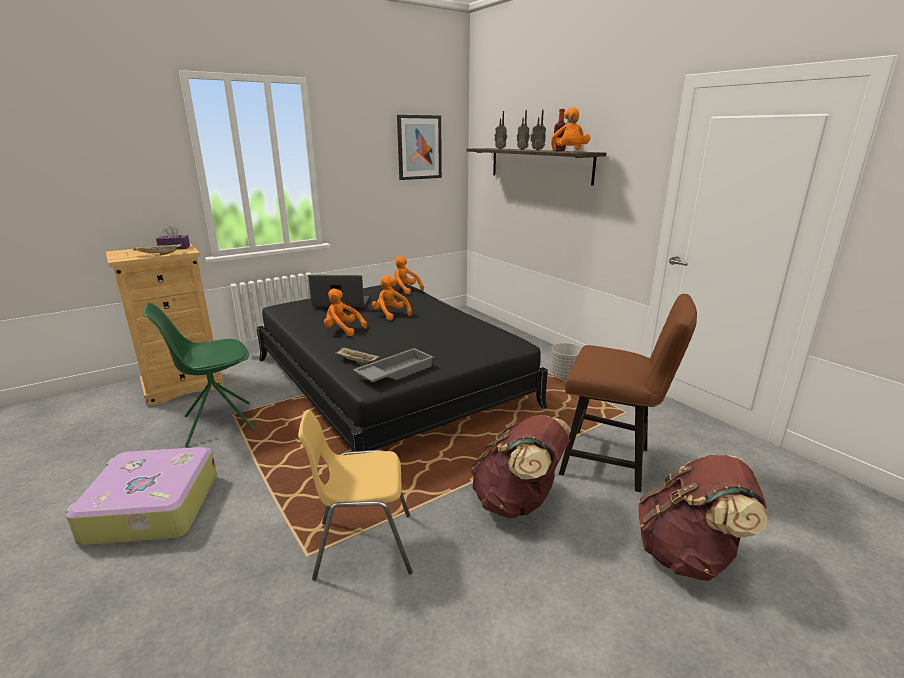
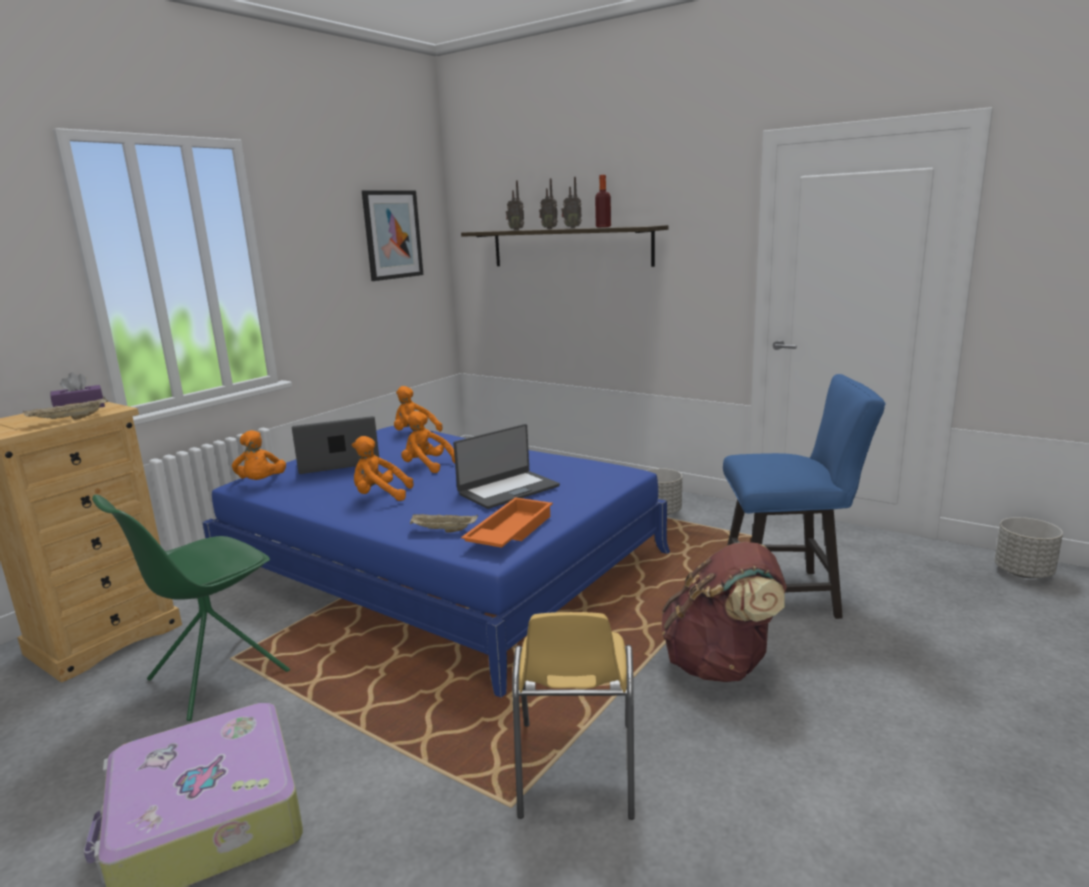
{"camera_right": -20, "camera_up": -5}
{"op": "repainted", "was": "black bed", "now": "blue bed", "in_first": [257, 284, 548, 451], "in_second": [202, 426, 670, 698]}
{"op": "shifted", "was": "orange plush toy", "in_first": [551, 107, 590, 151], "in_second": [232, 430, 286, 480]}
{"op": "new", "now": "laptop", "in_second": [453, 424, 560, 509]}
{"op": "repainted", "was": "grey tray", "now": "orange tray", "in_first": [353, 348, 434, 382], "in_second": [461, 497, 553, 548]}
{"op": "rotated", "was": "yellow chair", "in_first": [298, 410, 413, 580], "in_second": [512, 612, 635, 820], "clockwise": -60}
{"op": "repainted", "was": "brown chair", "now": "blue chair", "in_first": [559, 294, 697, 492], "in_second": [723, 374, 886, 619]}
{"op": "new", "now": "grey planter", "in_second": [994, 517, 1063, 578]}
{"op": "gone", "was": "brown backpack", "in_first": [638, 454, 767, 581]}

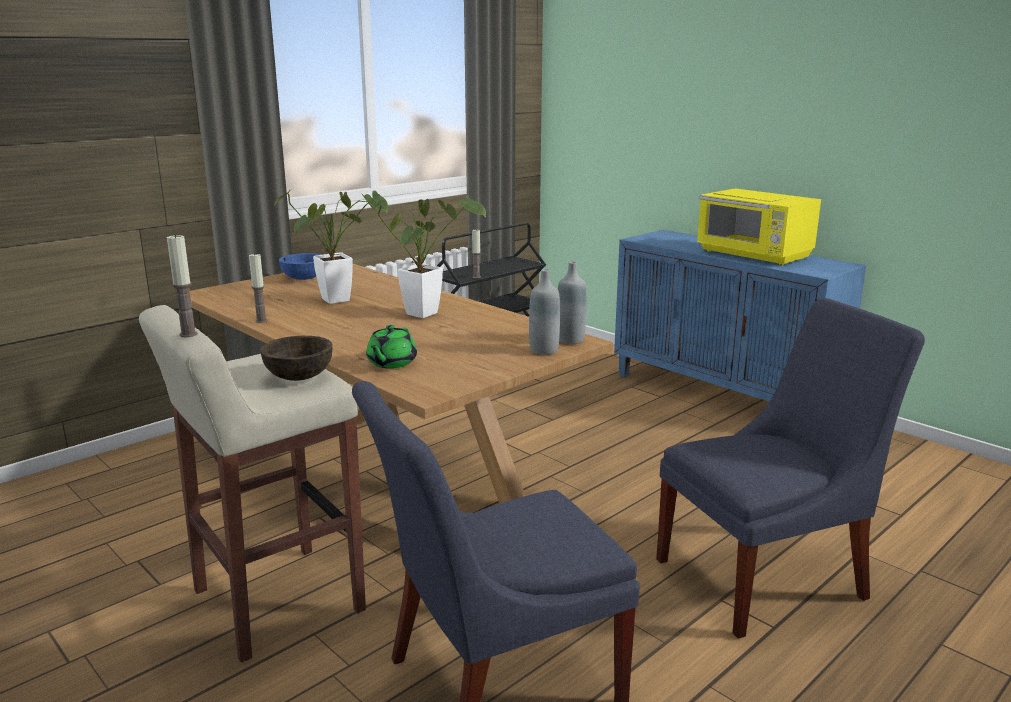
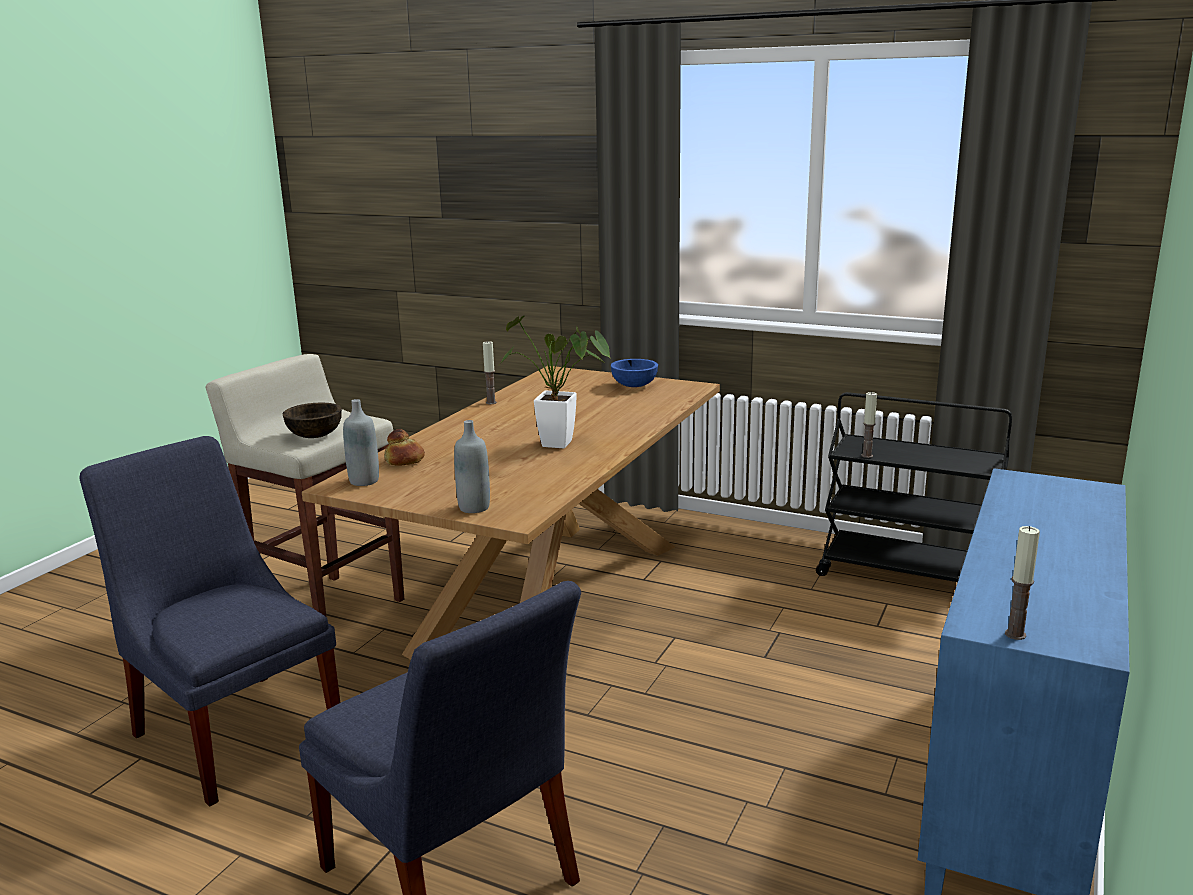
{"camera_right": 70, "camera_up": 0}
{"op": "shifted", "was": "grey bottle", "in_first": [558, 262, 587, 344], "in_second": [343, 399, 379, 486]}
{"op": "swapped", "was": "green teapot", "now": "bread", "in_first": [366, 325, 417, 369], "in_second": [384, 429, 425, 466]}
{"op": "shifted", "was": "candle", "in_first": [167, 234, 198, 337], "in_second": [1005, 526, 1040, 640]}
{"op": "gone", "was": "potted plant", "in_first": [274, 191, 388, 304]}
{"op": "gone", "was": "yellow microwave", "in_first": [697, 188, 821, 265]}

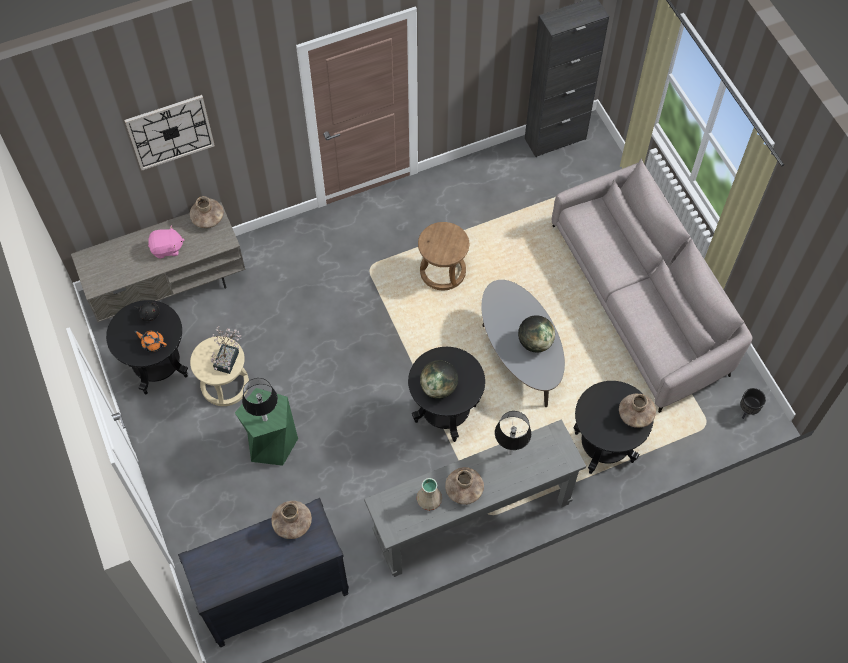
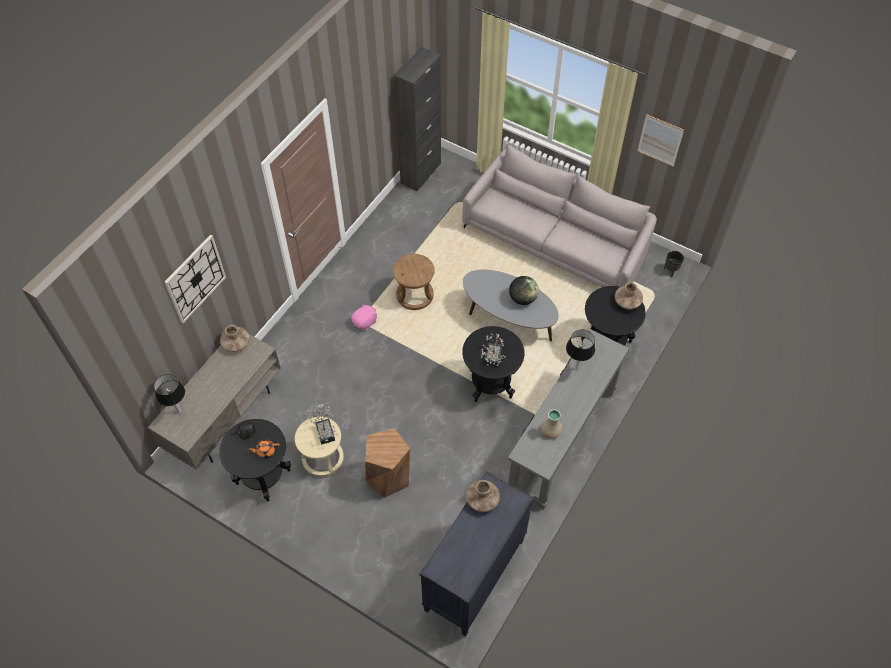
{"camera_right": -35, "camera_up": -5}
{"op": "shifted", "was": "table lamp", "in_first": [242, 378, 278, 422], "in_second": [154, 374, 185, 414]}
{"op": "shifted", "was": "pink plush toy", "in_first": [148, 225, 184, 259], "in_second": [351, 303, 377, 331]}
{"op": "repainted", "was": "green stool", "now": "brown stool", "in_first": [235, 388, 298, 466], "in_second": [365, 428, 410, 498]}
{"op": "swapped", "was": "globe", "now": "potted plant", "in_first": [420, 360, 458, 399], "in_second": [481, 333, 506, 367]}
{"op": "new", "now": "picture", "in_second": [637, 114, 684, 167]}
{"op": "gone", "was": "brown vase", "in_first": [445, 467, 484, 505]}

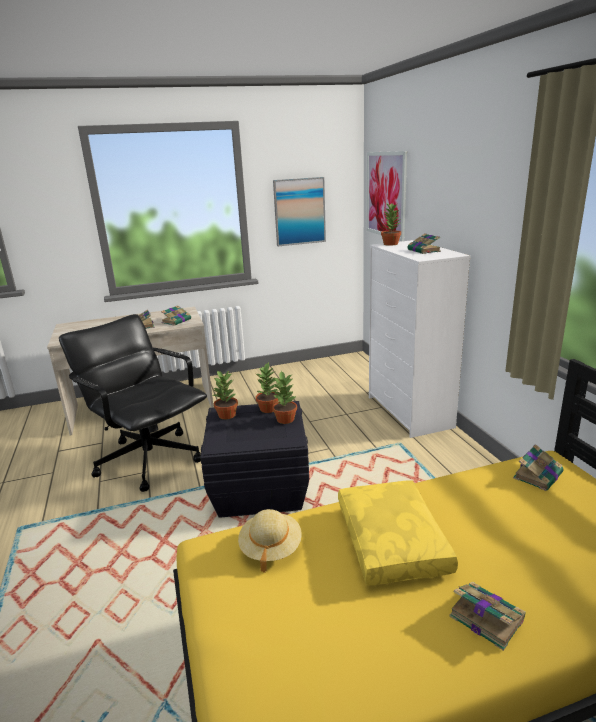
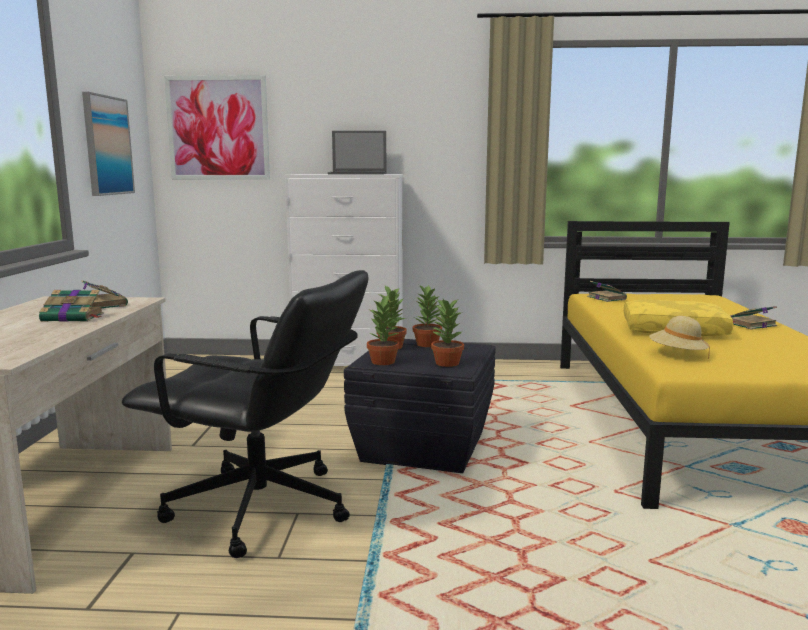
{"camera_right": -70, "camera_up": -10}
{"op": "rotated", "was": "black office chair", "in_first": [59, 314, 207, 492], "in_second": [122, 270, 368, 558], "clockwise": -135}
{"op": "swapped", "was": "book", "now": "laptop", "in_first": [407, 234, 441, 254], "in_second": [328, 131, 387, 174]}
{"op": "shifted", "was": "potted plant", "in_first": [381, 203, 401, 246], "in_second": [431, 299, 464, 367]}

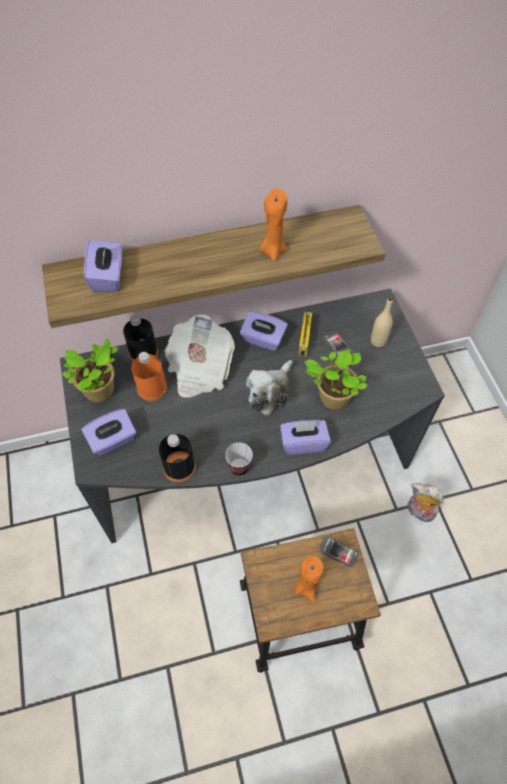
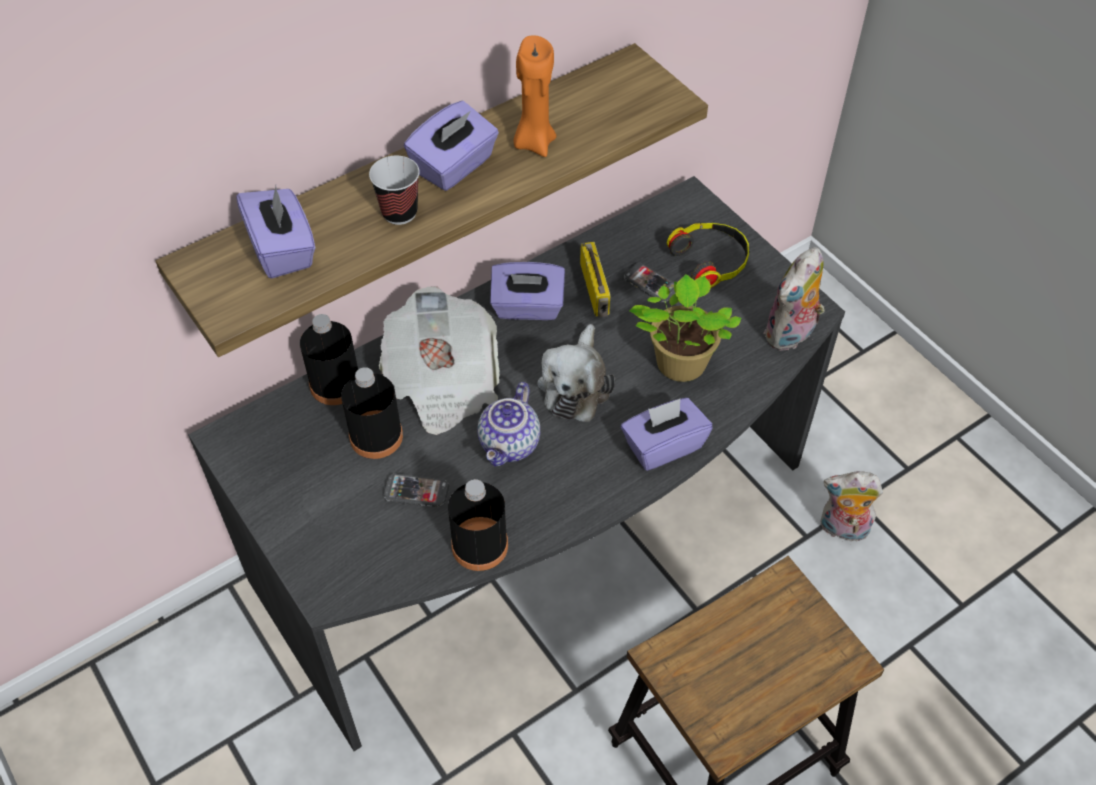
{"camera_right": -20, "camera_up": -5}
{"op": "repainted", "was": "orange bottle", "now": "black bottle", "in_first": [131, 352, 167, 402], "in_second": [341, 367, 403, 459]}
{"op": "shifted", "was": "cup", "in_first": [225, 443, 253, 476], "in_second": [369, 156, 420, 225]}
{"op": "shifted", "was": "phone", "in_first": [319, 536, 359, 568], "in_second": [383, 473, 449, 508]}
{"op": "shifted", "was": "purple tissue box", "in_first": [81, 409, 136, 456], "in_second": [404, 101, 499, 191]}
{"op": "new", "now": "teapot", "in_second": [478, 382, 540, 466]}
{"op": "swapped", "was": "beige bottle", "now": "headphones", "in_first": [371, 297, 393, 347], "in_second": [667, 223, 749, 288]}
{"op": "new", "now": "plush toy", "in_second": [764, 247, 825, 351]}
{"op": "gone", "was": "potted plant", "in_first": [62, 339, 119, 402]}
{"op": "gone", "was": "orange candle", "in_first": [294, 556, 324, 602]}

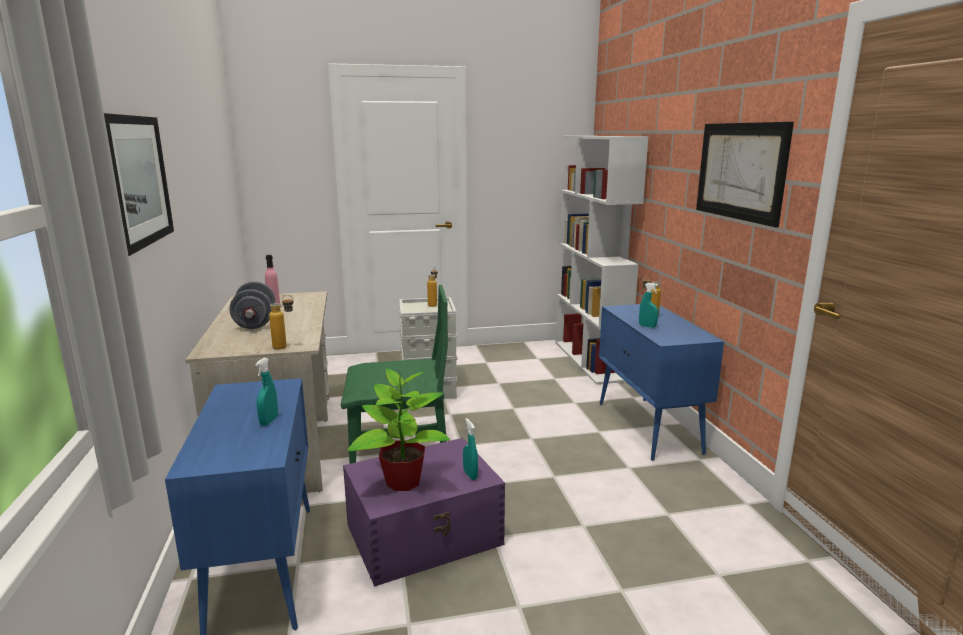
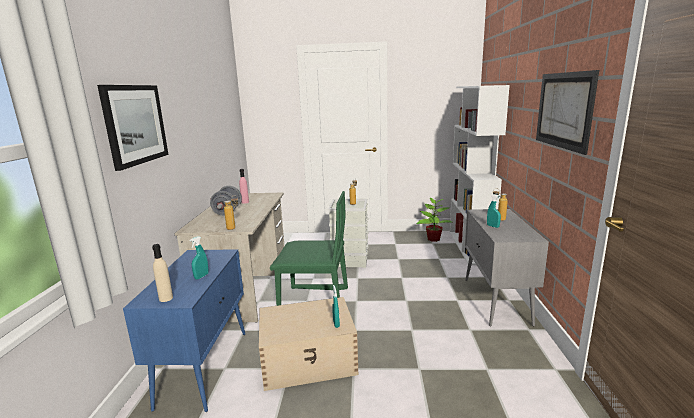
{"camera_right": 15, "camera_up": 0}
{"op": "new", "now": "beige bottle", "in_second": [152, 244, 173, 302]}
{"op": "repainted", "was": "purple storage box", "now": "beige storage box", "in_first": [343, 438, 505, 587], "in_second": [259, 297, 359, 391]}
{"op": "shifted", "was": "potted plant", "in_first": [348, 368, 450, 491], "in_second": [417, 198, 453, 242]}
{"op": "repainted", "was": "blue cabinet", "now": "grey cabinet", "in_first": [599, 304, 724, 461], "in_second": [465, 209, 549, 327]}

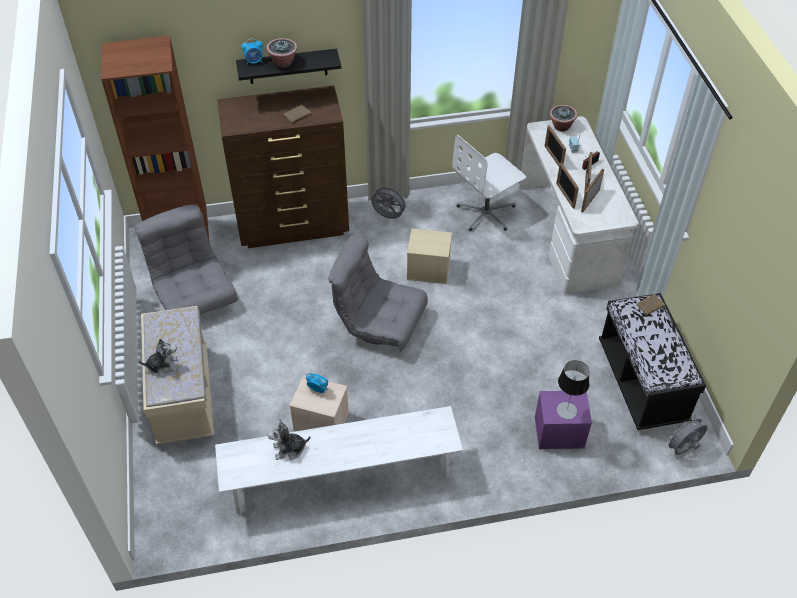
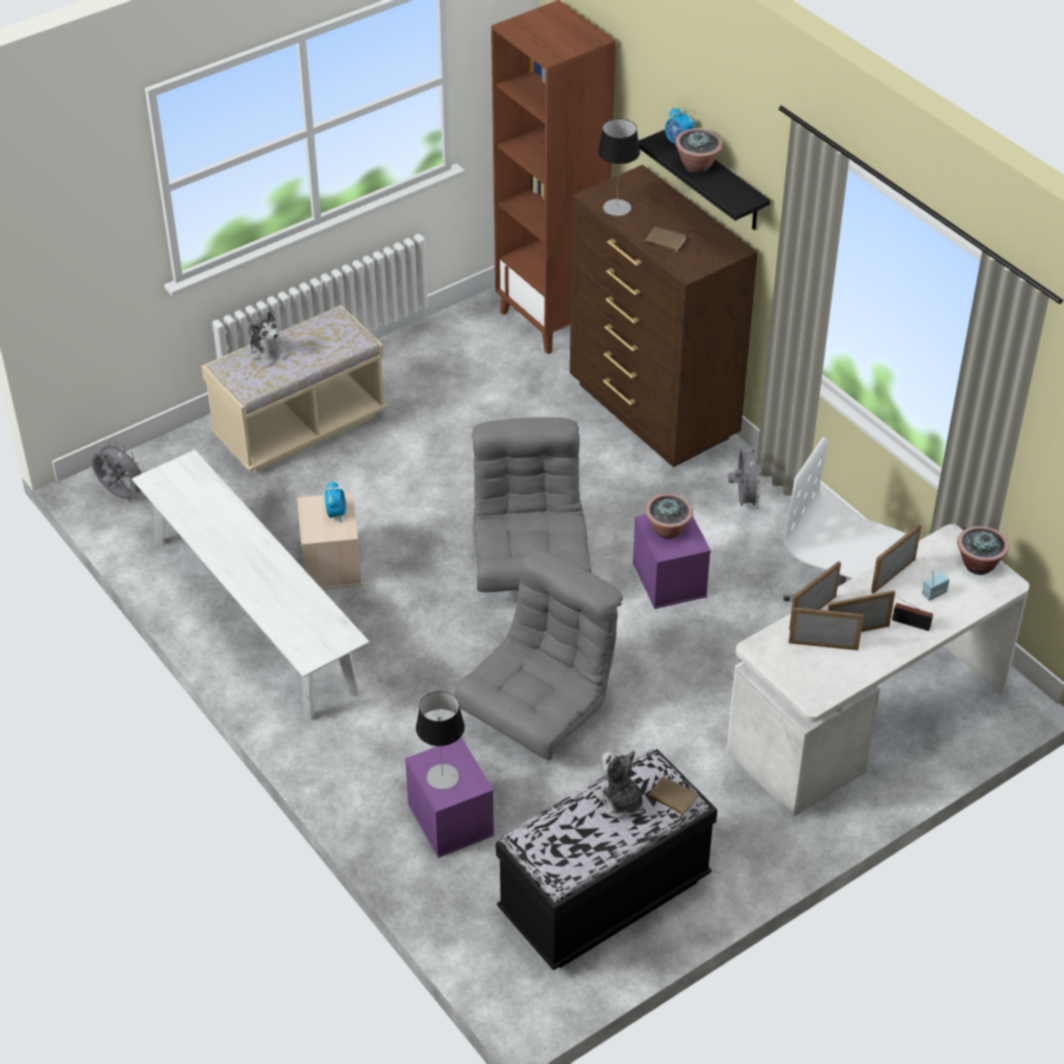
{"camera_right": 65, "camera_up": -5}
{"op": "shifted", "was": "grey fan", "in_first": [665, 415, 707, 455], "in_second": [91, 440, 144, 499]}
{"op": "shifted", "was": "grey armchair", "in_first": [135, 204, 238, 315], "in_second": [454, 549, 623, 760]}
{"op": "shifted", "was": "plush toy", "in_first": [267, 419, 310, 460], "in_second": [595, 751, 644, 819]}
{"op": "new", "now": "table lamp", "in_second": [598, 118, 640, 216]}
{"op": "repainted", "was": "beige storage box", "now": "purple storage box", "in_first": [407, 229, 452, 284], "in_second": [633, 514, 711, 609]}
{"op": "new", "now": "potted plant", "in_second": [645, 493, 693, 539]}

